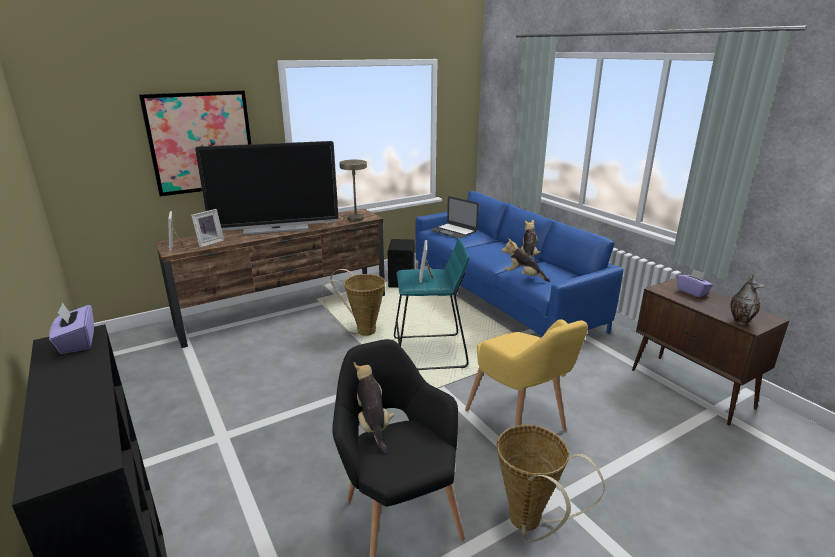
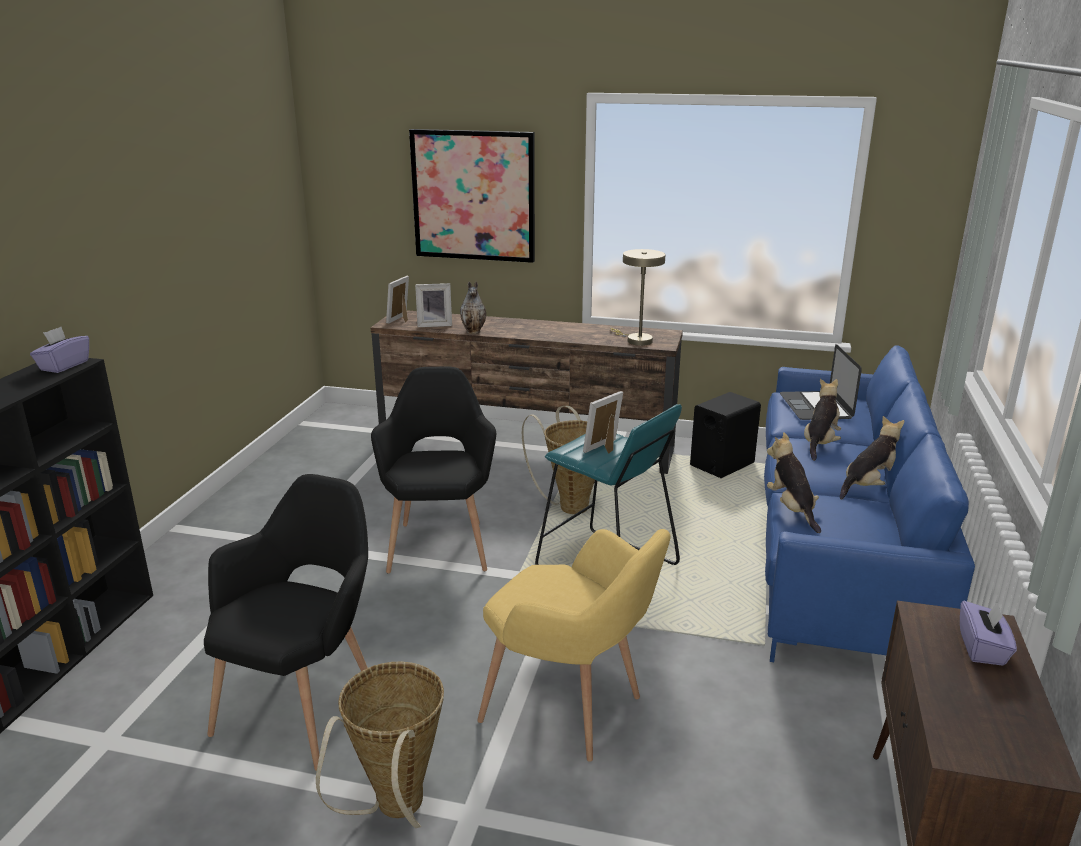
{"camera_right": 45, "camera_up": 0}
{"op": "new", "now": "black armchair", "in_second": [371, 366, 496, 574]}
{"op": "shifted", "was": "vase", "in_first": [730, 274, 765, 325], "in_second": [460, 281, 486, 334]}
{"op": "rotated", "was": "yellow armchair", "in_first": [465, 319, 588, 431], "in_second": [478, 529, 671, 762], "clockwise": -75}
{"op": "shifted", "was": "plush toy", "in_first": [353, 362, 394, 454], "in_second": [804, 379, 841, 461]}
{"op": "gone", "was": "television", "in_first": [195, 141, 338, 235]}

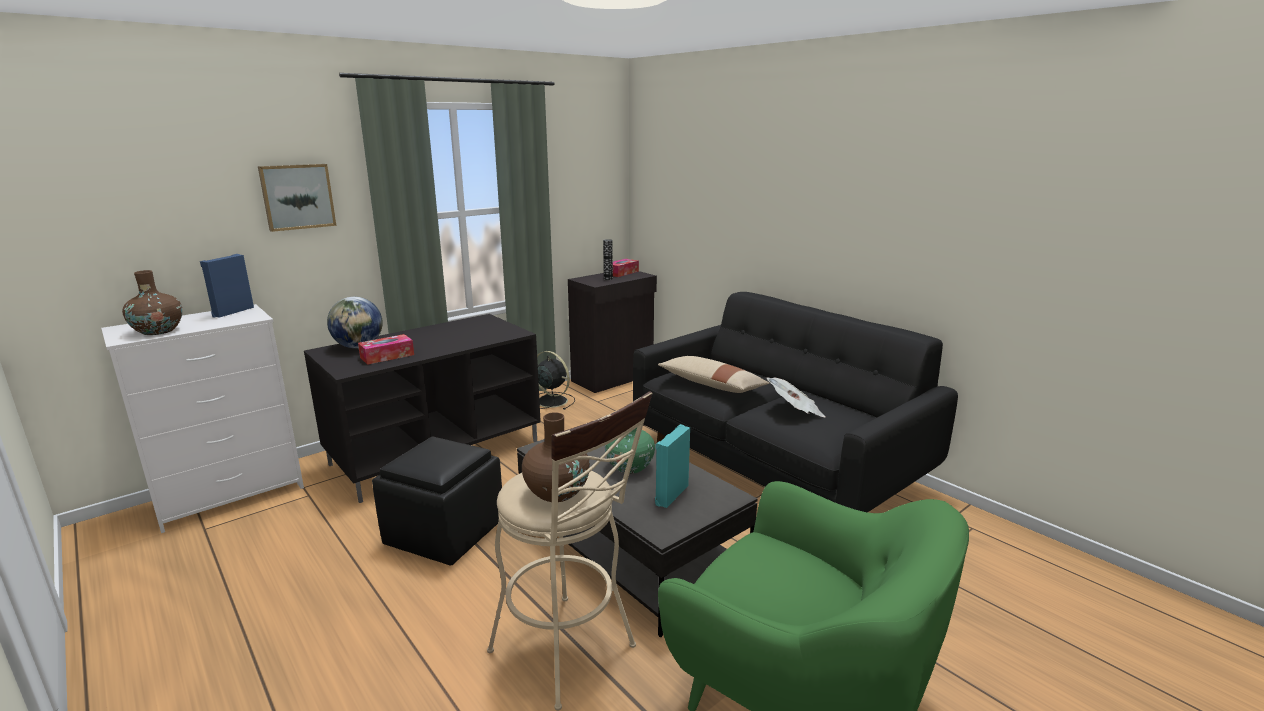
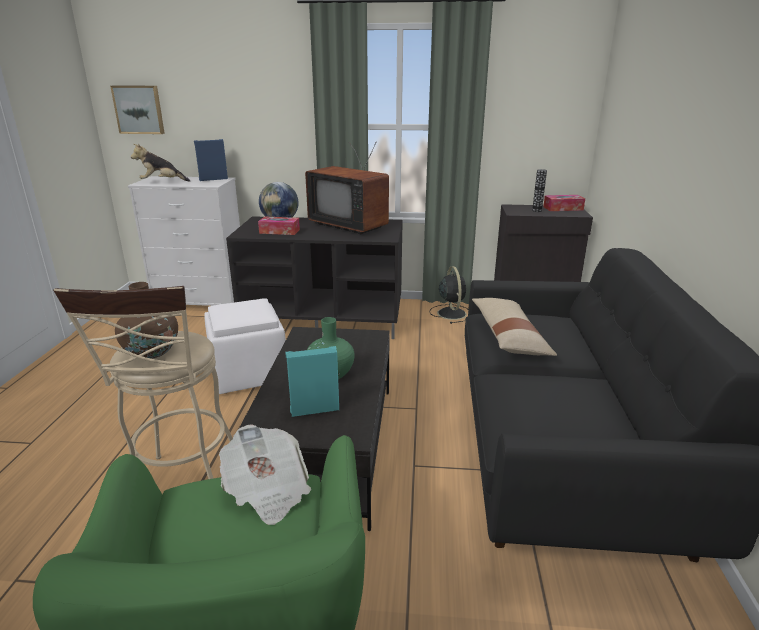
{"camera_right": 45, "camera_up": 5}
{"op": "shifted", "was": "picture", "in_first": [258, 164, 336, 232], "in_second": [110, 86, 165, 134]}
{"op": "swapped", "was": "brown vase", "now": "plush toy", "in_first": [122, 270, 182, 335], "in_second": [131, 143, 190, 182]}
{"op": "repainted", "was": "black ottoman", "now": "white ottoman", "in_first": [372, 436, 502, 565], "in_second": [204, 298, 286, 394]}
{"op": "shifted", "was": "newspaper", "in_first": [767, 377, 825, 417], "in_second": [219, 424, 311, 525]}
{"op": "new", "now": "television", "in_second": [305, 142, 389, 234]}

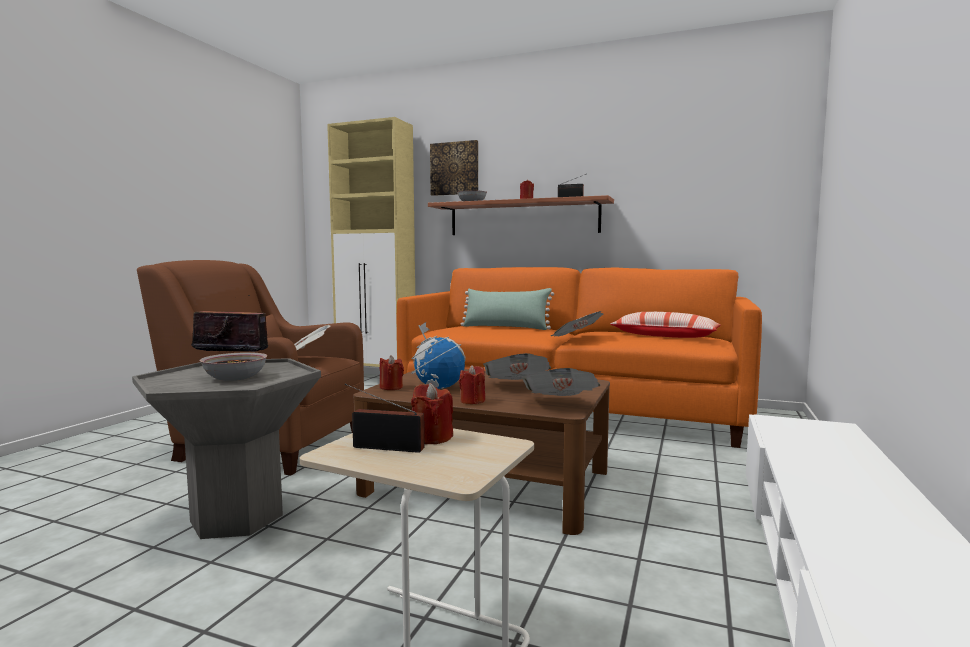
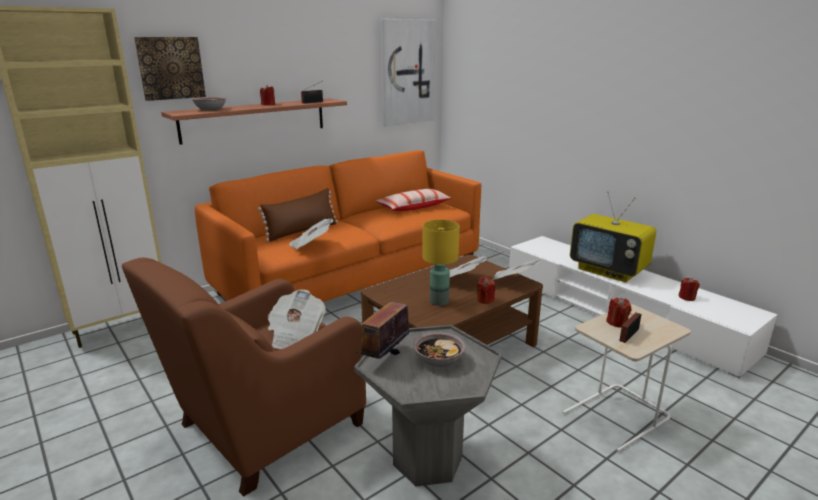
{"camera_right": -60, "camera_up": 15}
{"op": "repainted", "was": "green pillow", "now": "brown pillow", "in_first": [461, 288, 554, 330], "in_second": [258, 188, 338, 242]}
{"op": "shifted", "was": "newspaper", "in_first": [551, 311, 603, 337], "in_second": [289, 219, 333, 250]}
{"op": "new", "now": "picture", "in_second": [381, 19, 435, 126]}
{"op": "swapped", "was": "globe", "now": "yellow table lamp", "in_first": [411, 322, 466, 389], "in_second": [422, 220, 460, 306]}
{"op": "new", "now": "television", "in_second": [570, 191, 656, 282]}
{"op": "shifted", "was": "red candle", "in_first": [380, 355, 404, 390], "in_second": [679, 278, 700, 301]}

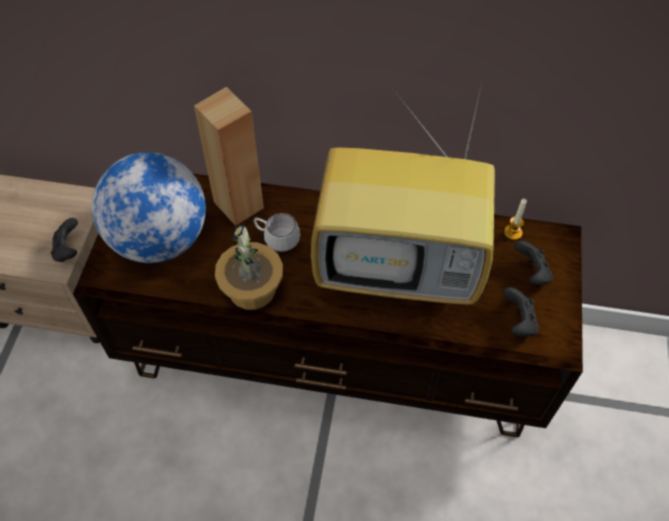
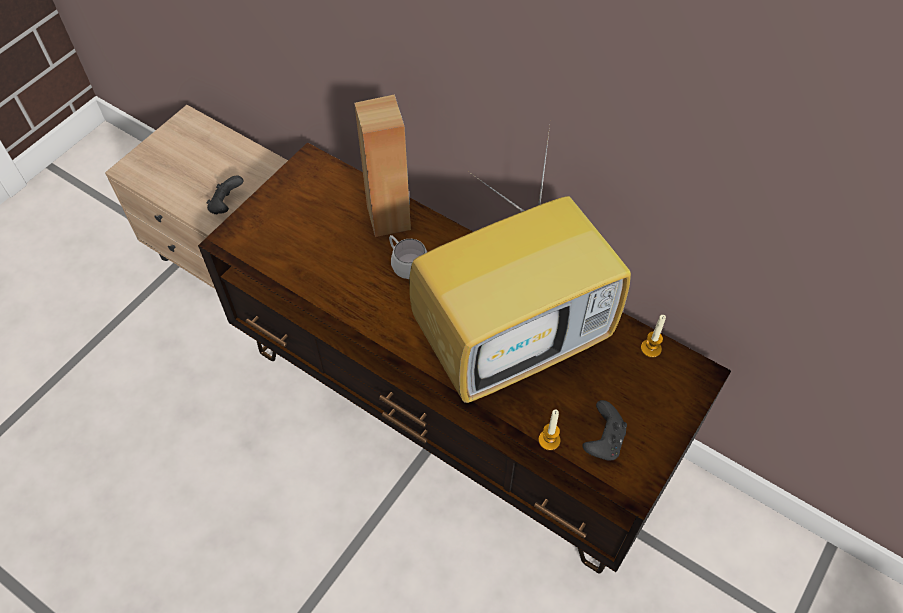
{"camera_right": 25, "camera_up": 0}
{"op": "rotated", "was": "television", "in_first": [311, 83, 495, 305], "in_second": [409, 126, 631, 403], "clockwise": -60}
{"op": "new", "now": "candle", "in_second": [538, 409, 561, 451]}
{"op": "gone", "was": "globe", "in_first": [92, 152, 206, 263]}
{"op": "gone", "was": "potted plant", "in_first": [215, 223, 283, 310]}
{"op": "gone", "was": "black game controller", "in_first": [514, 241, 553, 285]}

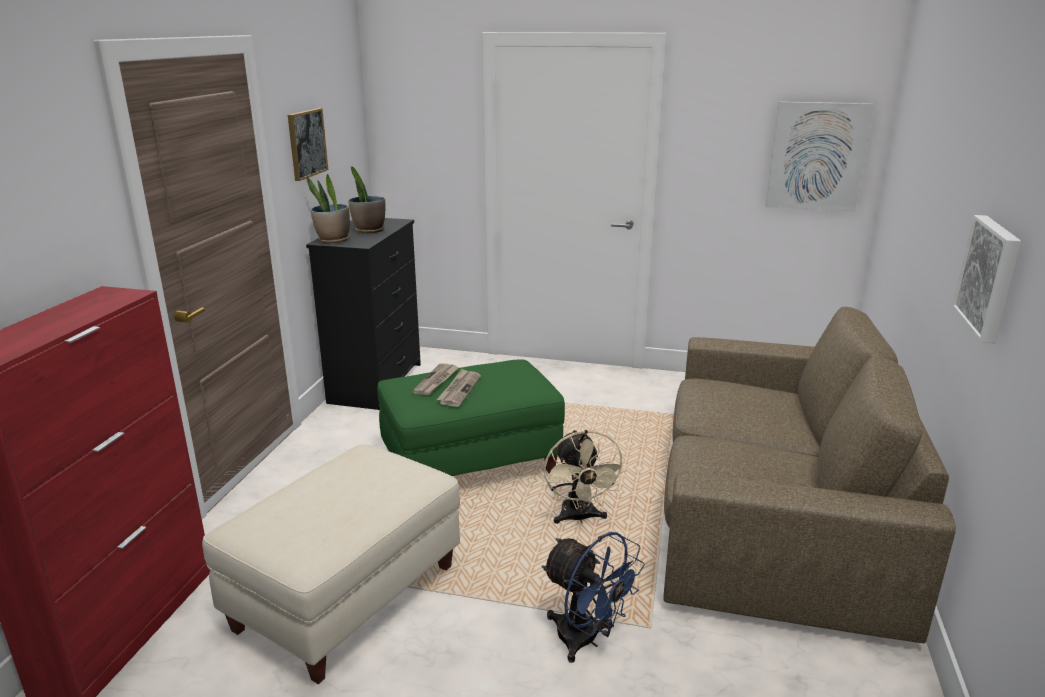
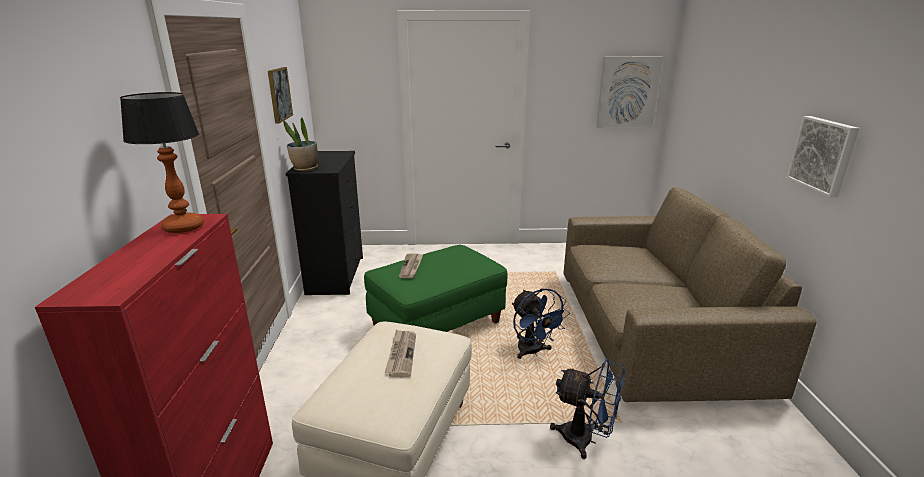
{"camera_right": -15, "camera_up": 0}
{"op": "new", "now": "table lamp", "in_second": [120, 92, 204, 233]}
{"op": "shifted", "was": "newspaper", "in_first": [436, 369, 481, 407], "in_second": [385, 329, 416, 377]}
{"op": "repainted", "was": "beige fan", "now": "blue fan", "in_first": [544, 430, 627, 524], "in_second": [512, 289, 570, 359]}
{"op": "gone", "was": "potted plant", "in_first": [348, 167, 385, 233]}

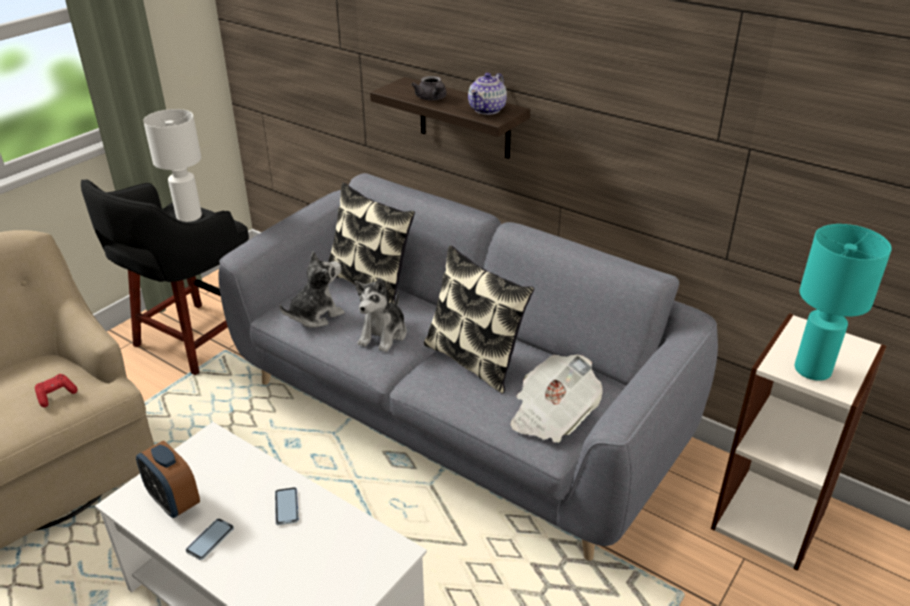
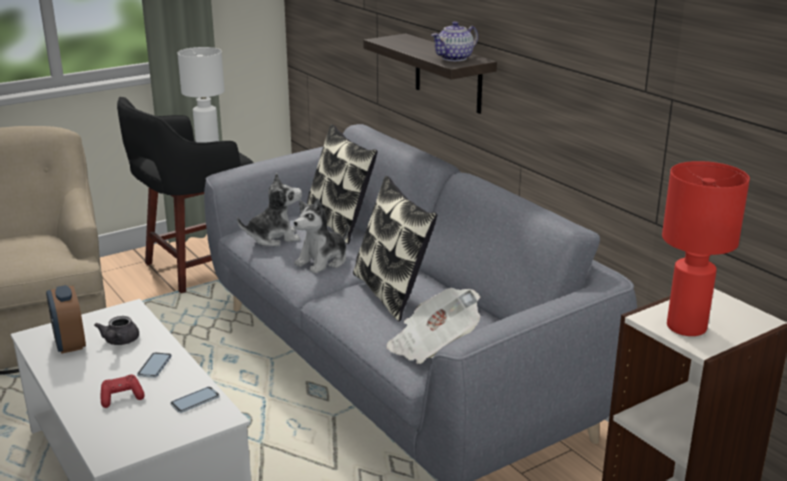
{"camera_right": 20, "camera_up": -10}
{"op": "shifted", "was": "grey teapot", "in_first": [411, 76, 447, 100], "in_second": [94, 316, 139, 345]}
{"op": "shifted", "was": "red game controller", "in_first": [35, 374, 78, 407], "in_second": [101, 374, 145, 408]}
{"op": "shifted", "was": "phone", "in_first": [186, 519, 234, 560], "in_second": [171, 387, 220, 413]}
{"op": "repainted", "was": "turquoise table lamp", "now": "red table lamp", "in_first": [795, 224, 892, 381], "in_second": [662, 161, 750, 336]}

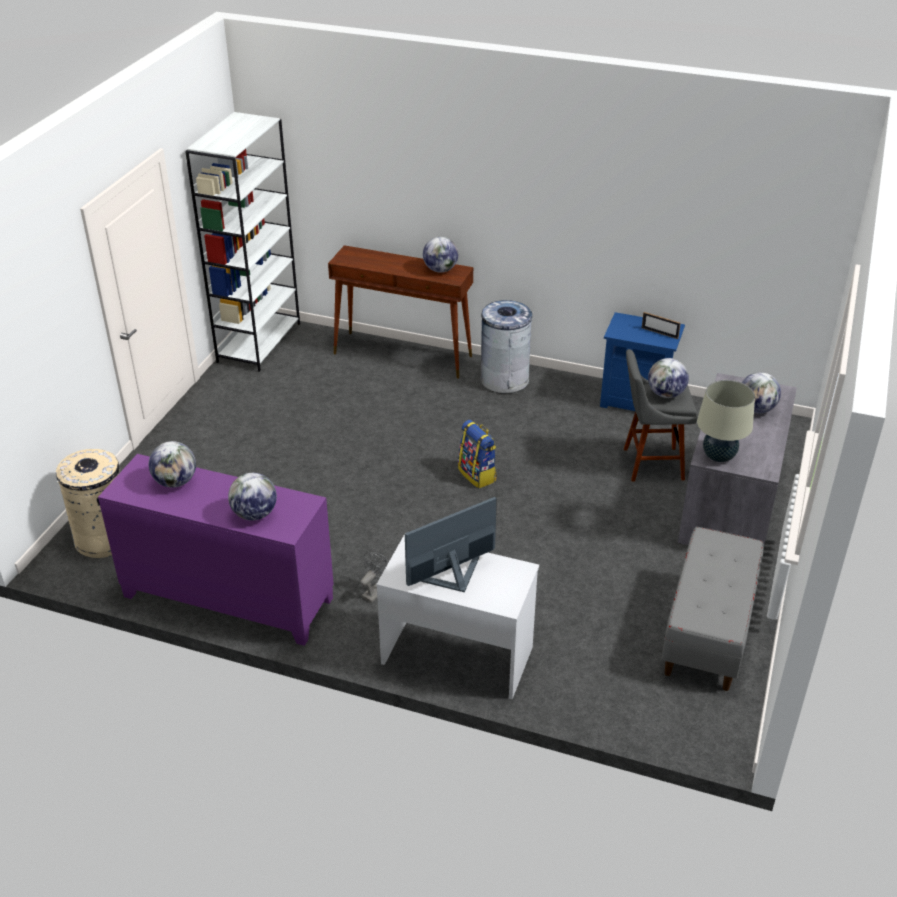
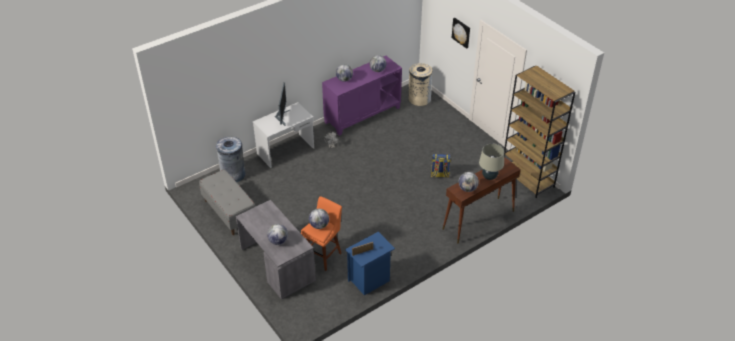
{"camera_right": 125, "camera_up": 5}
{"op": "shifted", "was": "grey trash can", "in_first": [481, 300, 534, 393], "in_second": [216, 136, 245, 182]}
{"op": "repainted", "was": "grey stool", "now": "orange stool", "in_first": [624, 349, 697, 481], "in_second": [301, 196, 342, 271]}
{"op": "shifted", "was": "backpack", "in_first": [458, 420, 497, 488], "in_second": [431, 154, 451, 178]}
{"op": "new", "now": "picture", "in_second": [452, 18, 470, 49]}
{"op": "shifted", "was": "beige table lamp", "in_first": [697, 380, 755, 462], "in_second": [479, 143, 504, 180]}
{"op": "repainted", "was": "white bookcase", "now": "brown bookcase", "in_first": [185, 112, 300, 372], "in_second": [504, 65, 575, 198]}

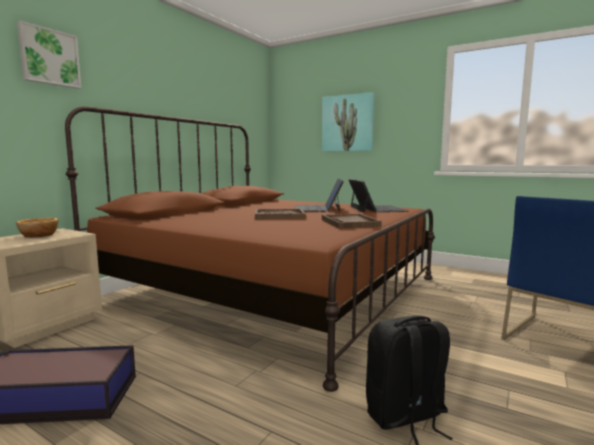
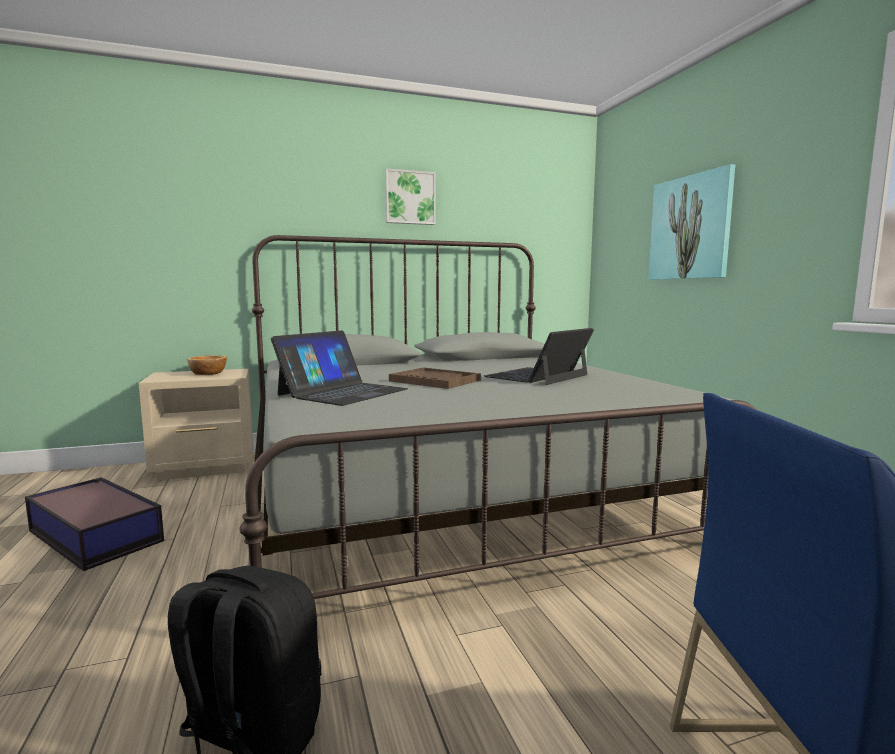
{"camera_right": 40, "camera_up": 0}
{"op": "repainted", "was": "brown bed", "now": "grey bed", "in_first": [65, 106, 435, 392], "in_second": [240, 235, 756, 599]}
{"op": "shifted", "was": "laptop", "in_first": [348, 179, 409, 212], "in_second": [271, 330, 408, 406]}
{"op": "shifted", "was": "picture", "in_first": [17, 21, 81, 89], "in_second": [385, 169, 436, 225]}
{"op": "gone", "was": "brown tray", "in_first": [322, 213, 382, 229]}

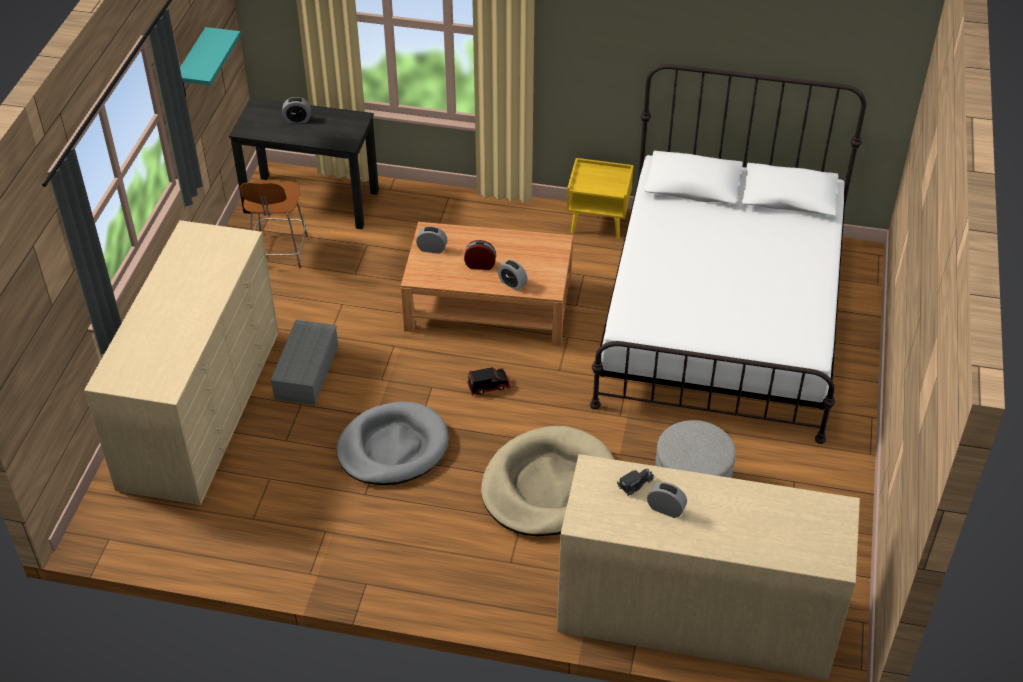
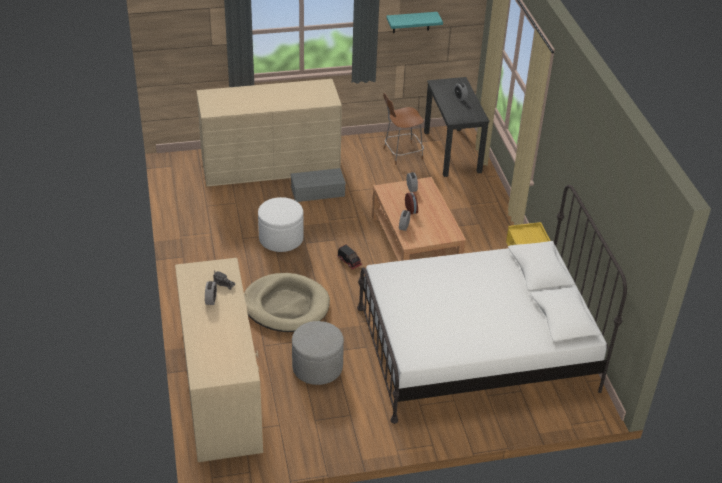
{"camera_right": 65, "camera_up": -5}
{"op": "swapped", "was": "grey dog bed", "now": "white ottoman", "in_first": [337, 402, 449, 485], "in_second": [258, 197, 304, 252]}

